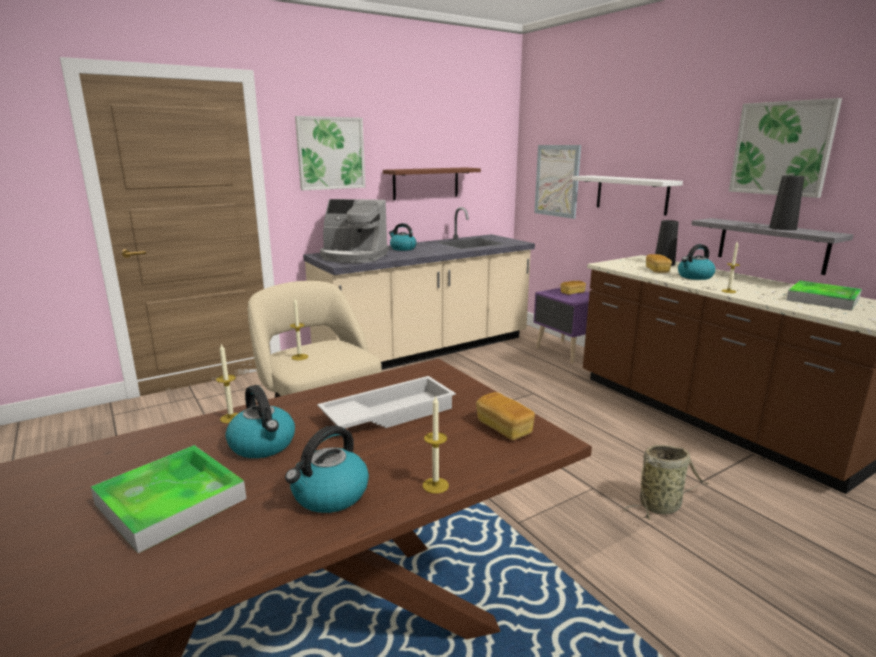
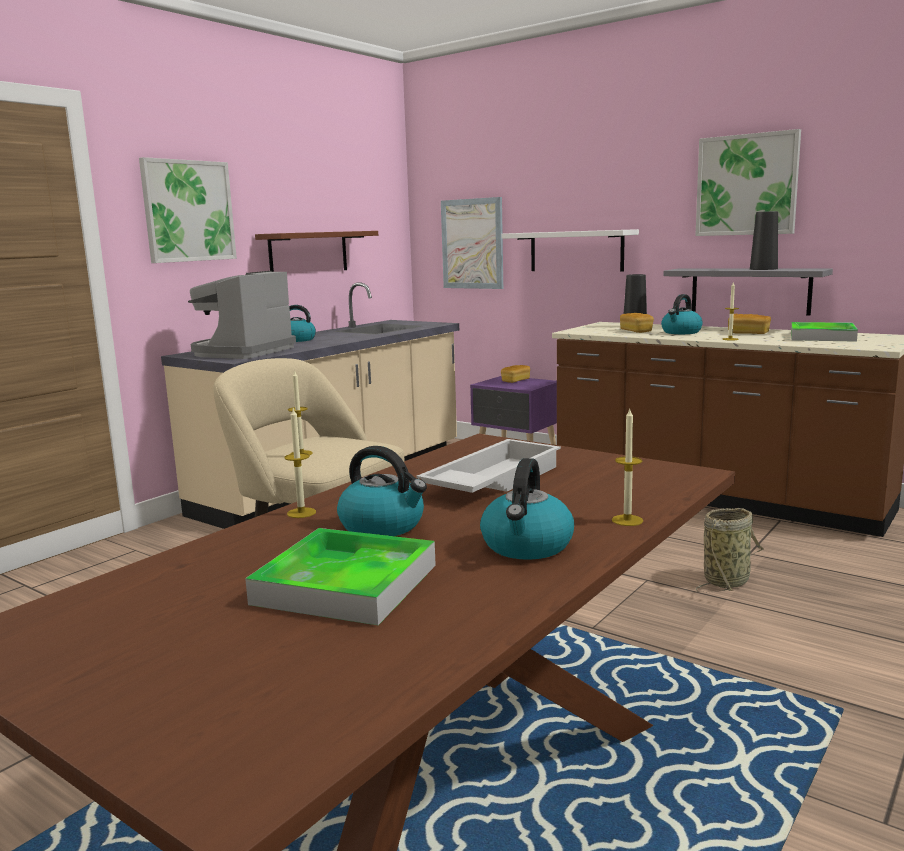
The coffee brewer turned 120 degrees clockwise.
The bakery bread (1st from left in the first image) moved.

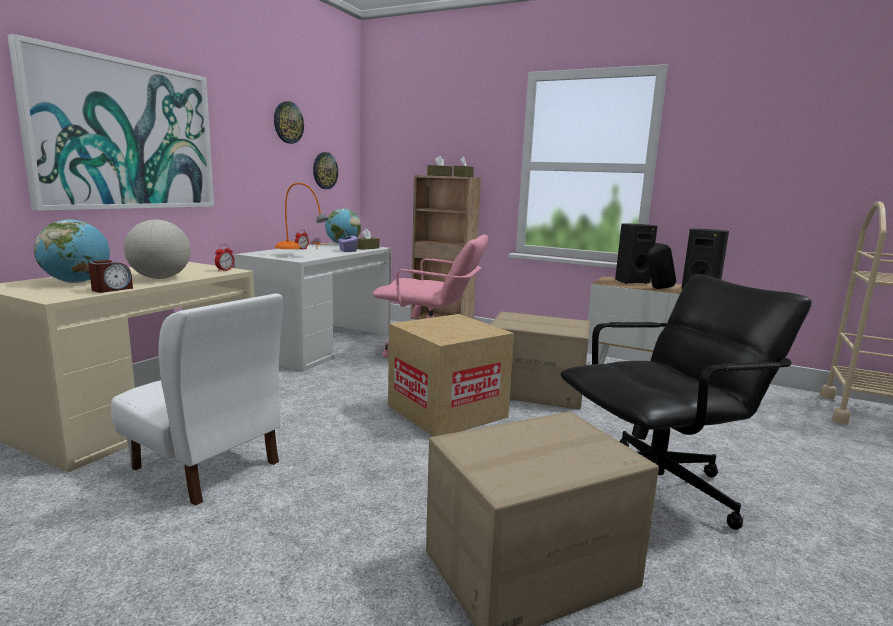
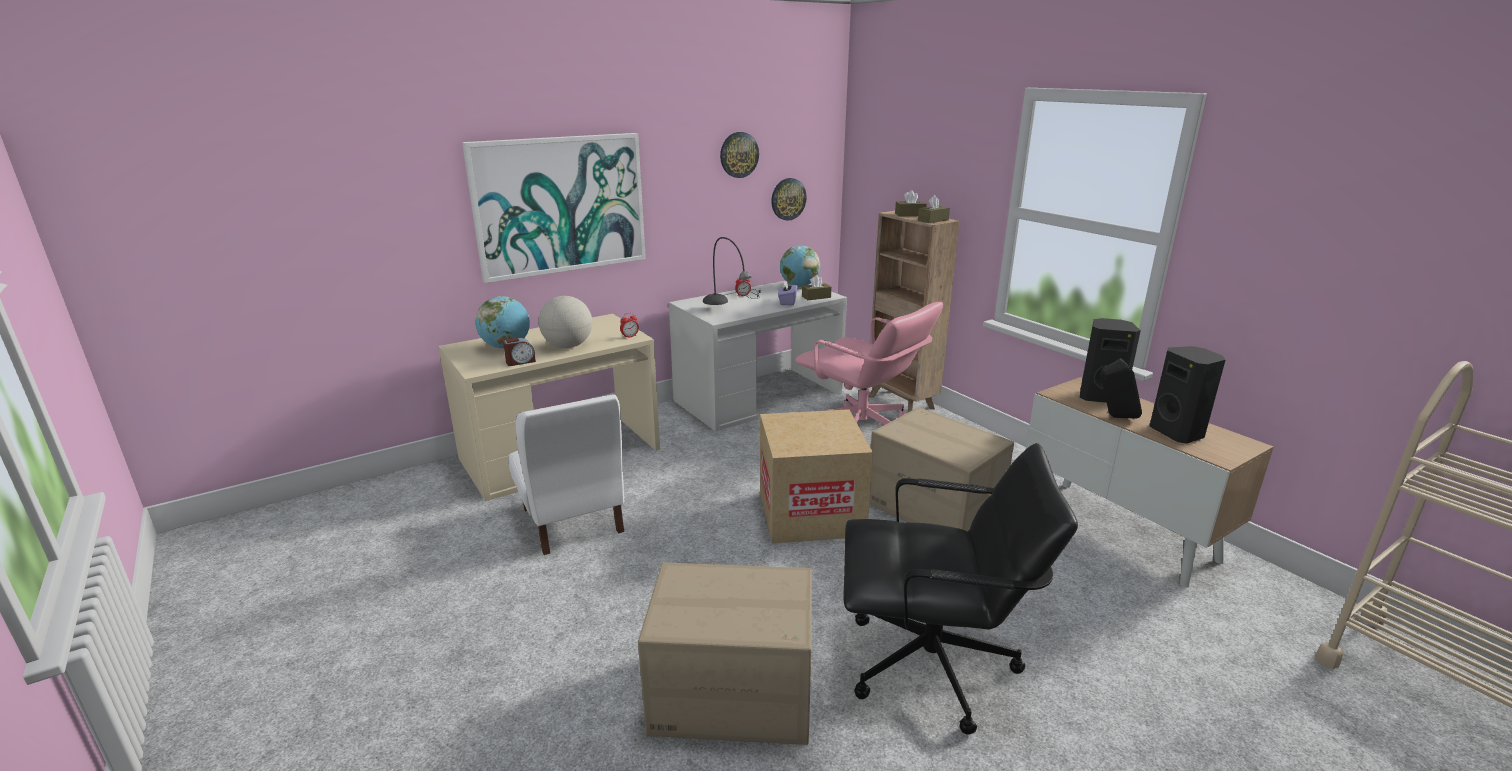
The orange lamp for a table became the grey lamp for a table.

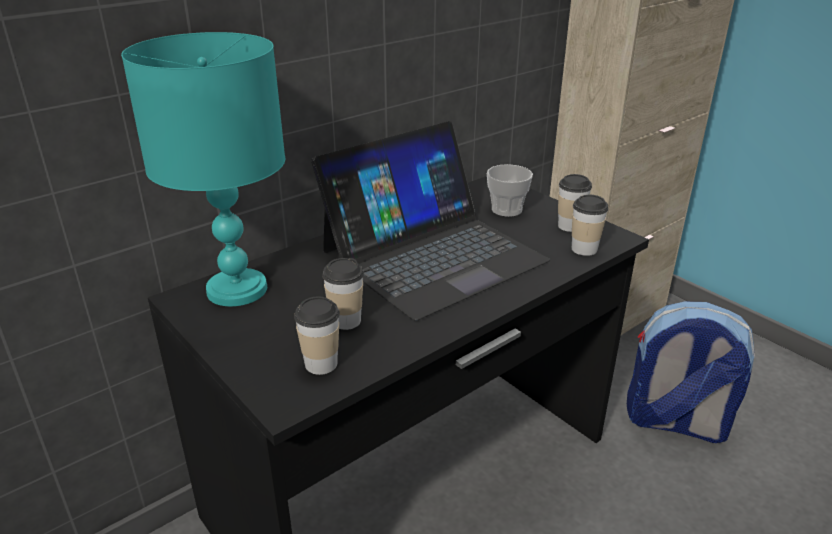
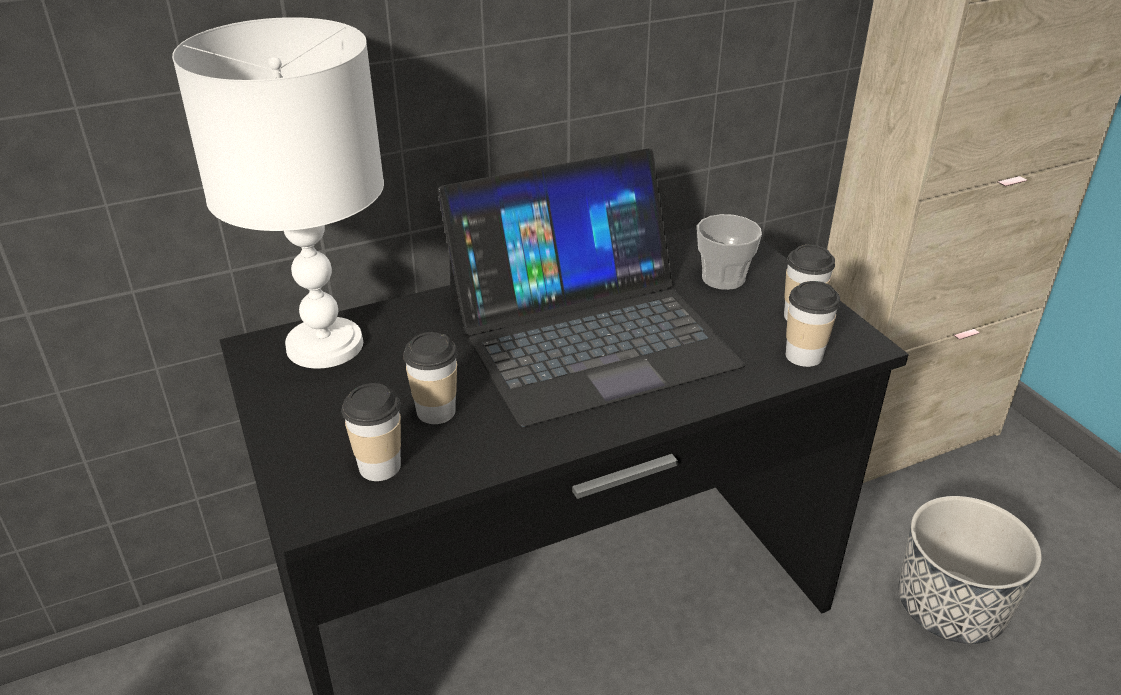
The turquoise-coloured lamp for a table became the whitish lamp for a table.
The backpack was replaced by the plant pot.

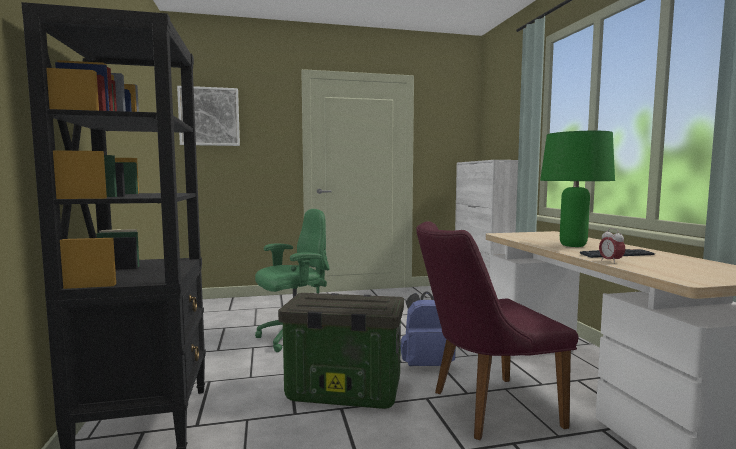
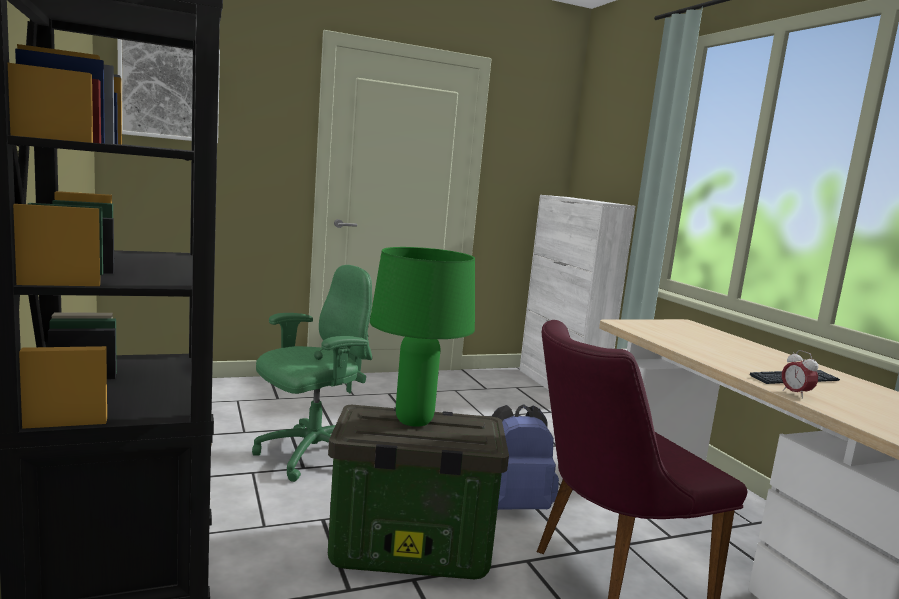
The greenish lamp for a table moved.

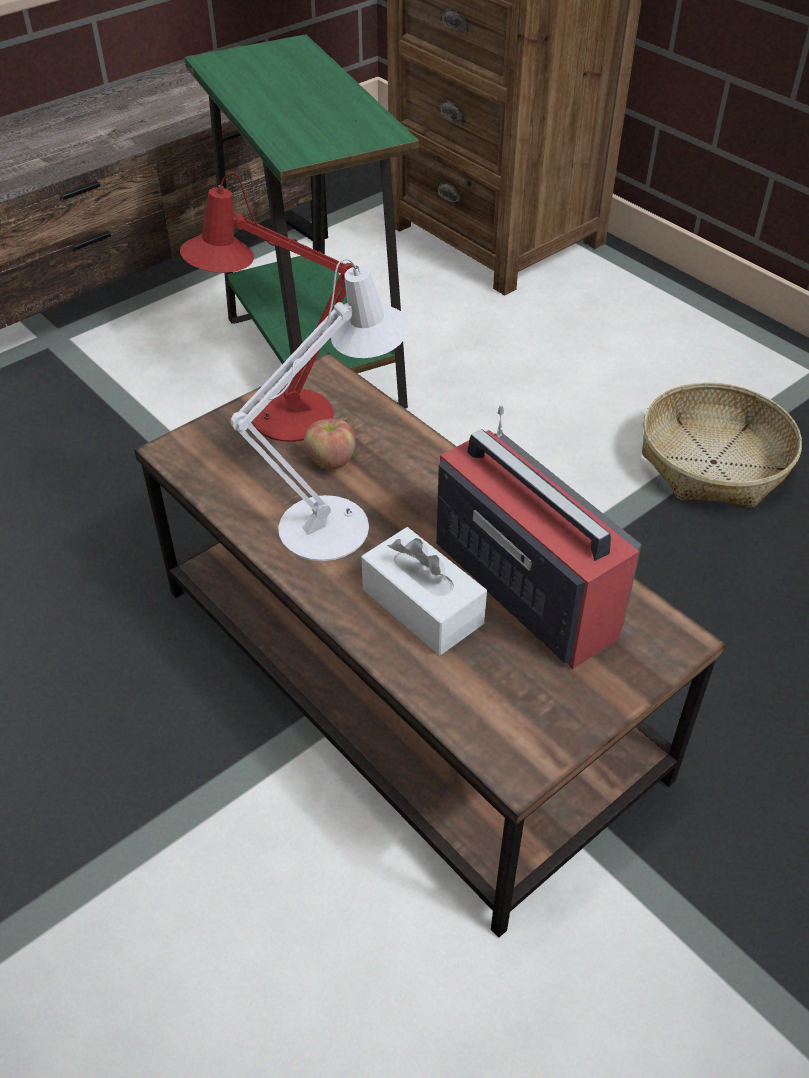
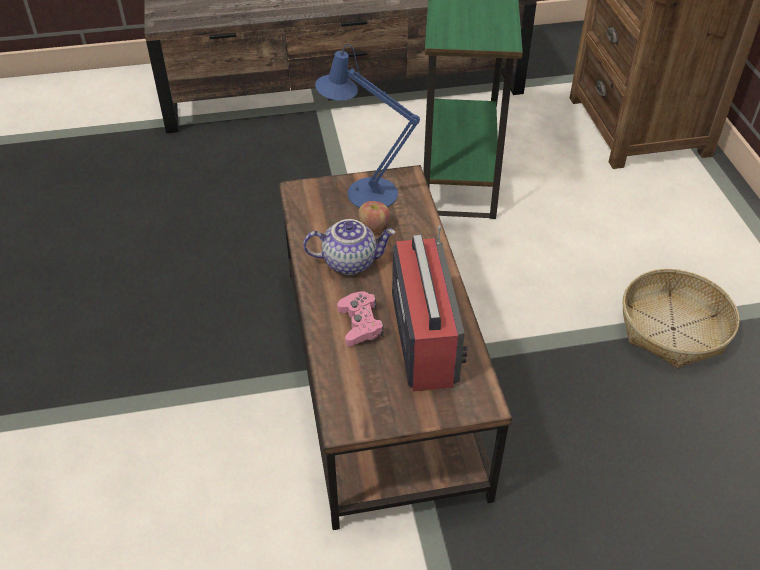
The whitish lamp for a table was replaced by the pot for tea.
The reddish lamp for a table became the blue-coloured lamp for a table.
The whitish box of tissues was replaced by the pink-coloured joypad.

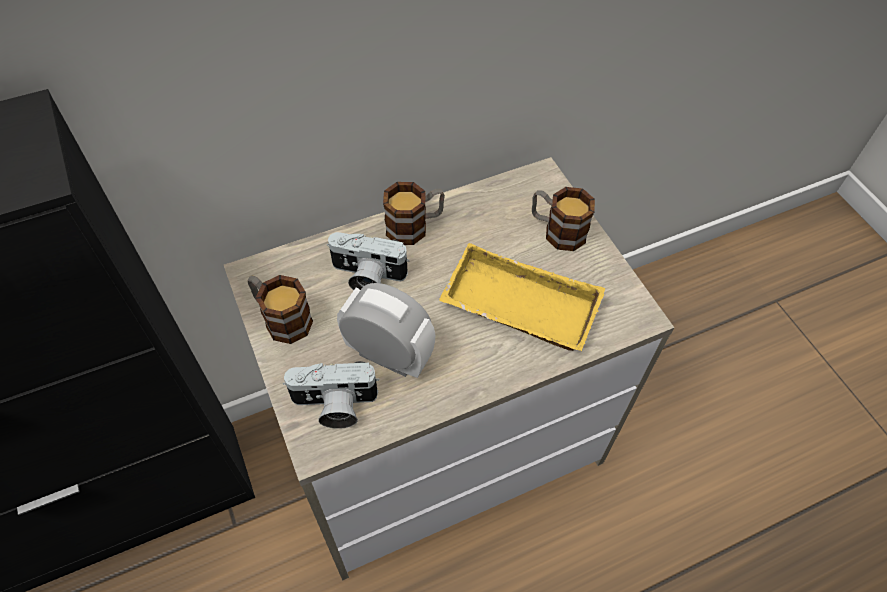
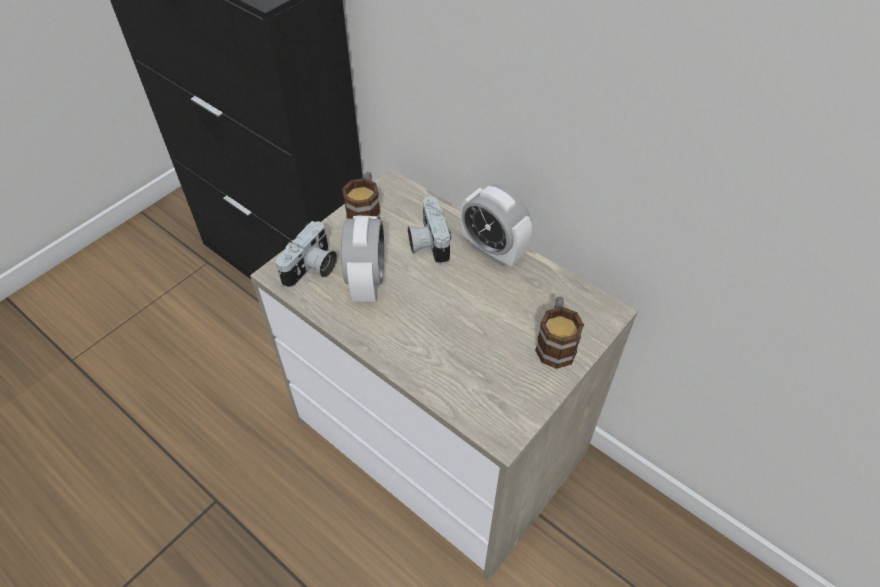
The photo camera (1st from left) turned 120 degrees counterclockwise.
The tea mug (2nd from left) was replaced by the alarm clock (2nd from left).
The yellow-coloured serving tray disappeared.

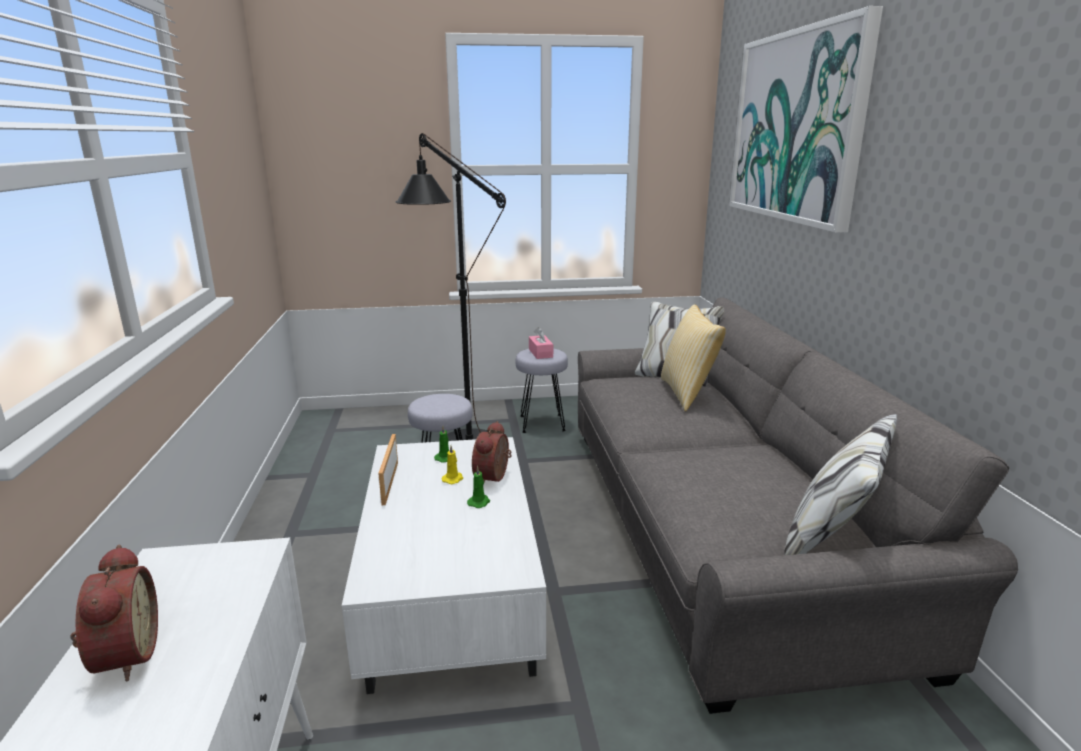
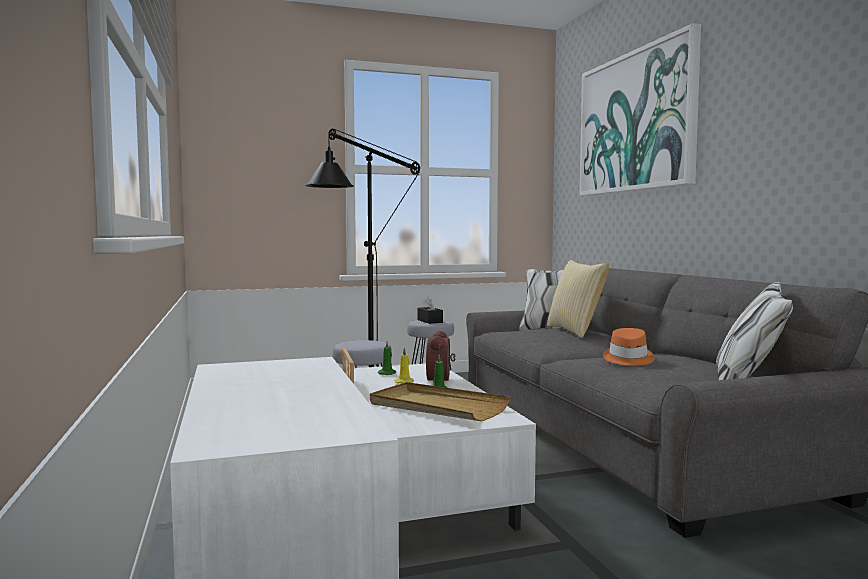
The beige serving tray appeared.
The pink-coloured box of tissues became the blackish box of tissues.
The orange hat appeared.
The alarm clock (1st from left) disappeared.

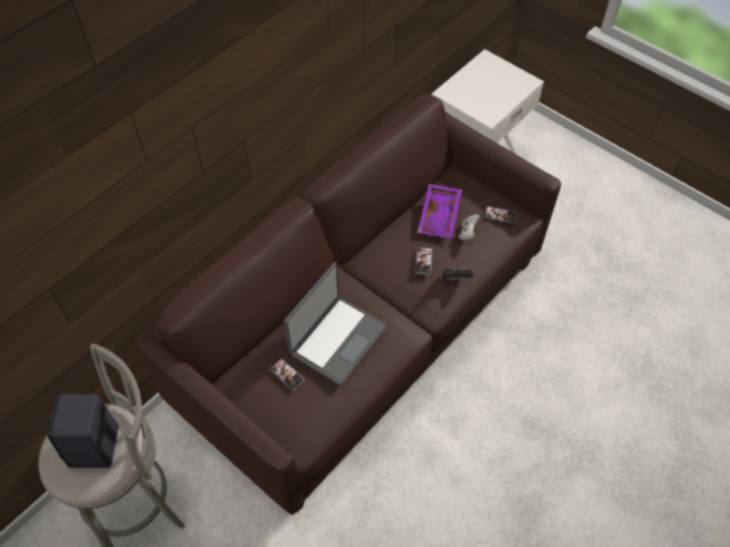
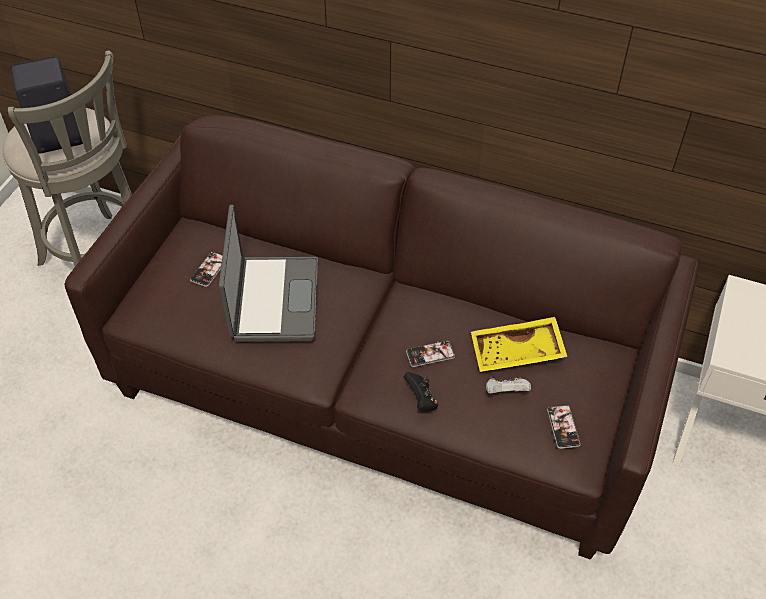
The notebook computer turned 105 degrees counterclockwise.
The purple serving tray became the yellow-coloured serving tray.

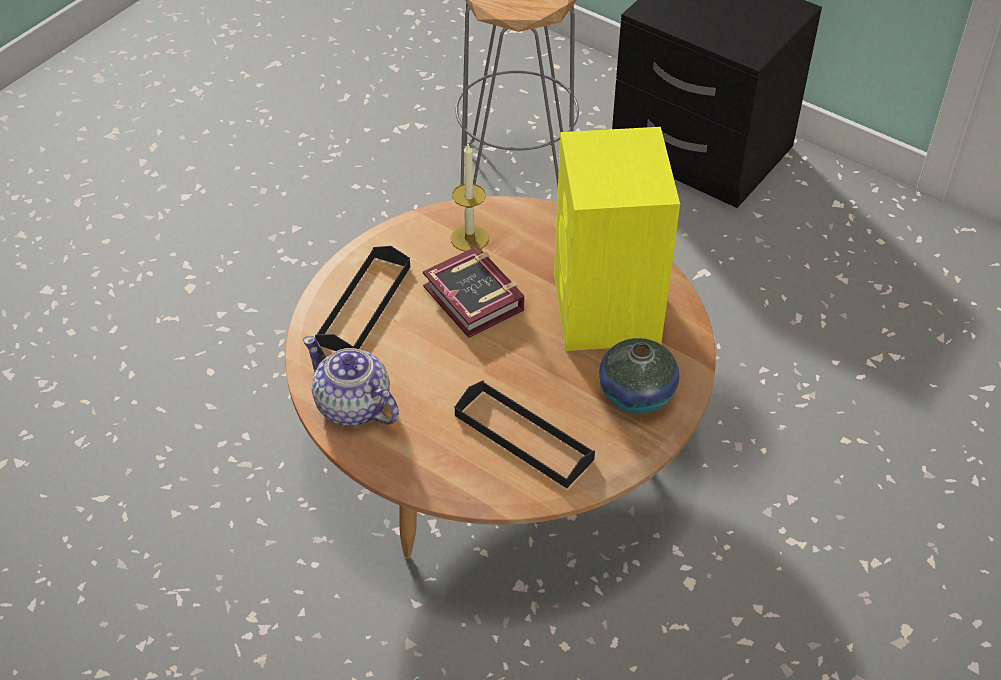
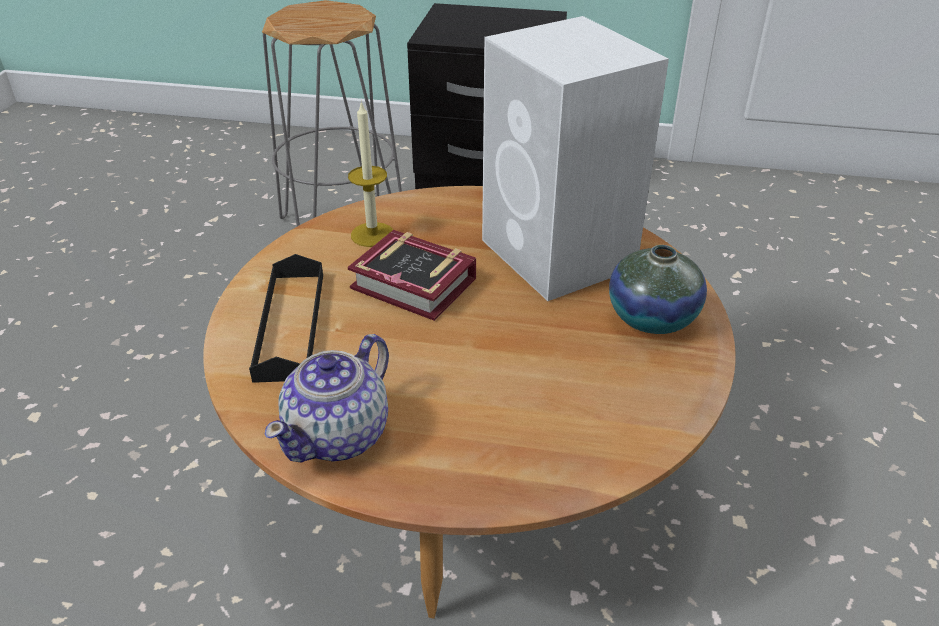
The pot for tea turned 75 degrees counterclockwise.
The yellow-coloured loudspeaker became the whitish loudspeaker.
The blackish serving tray (2nd from left) disappeared.

